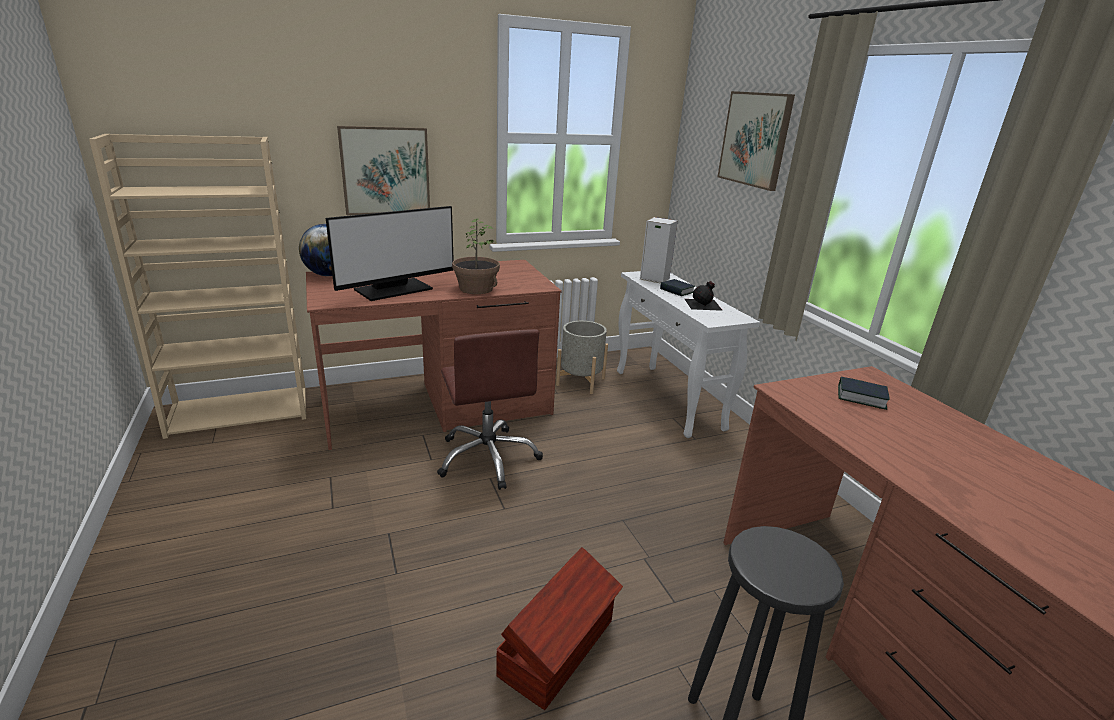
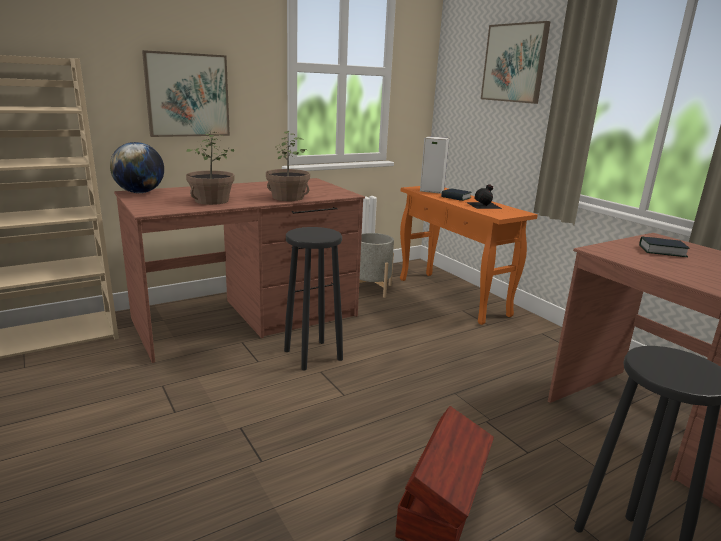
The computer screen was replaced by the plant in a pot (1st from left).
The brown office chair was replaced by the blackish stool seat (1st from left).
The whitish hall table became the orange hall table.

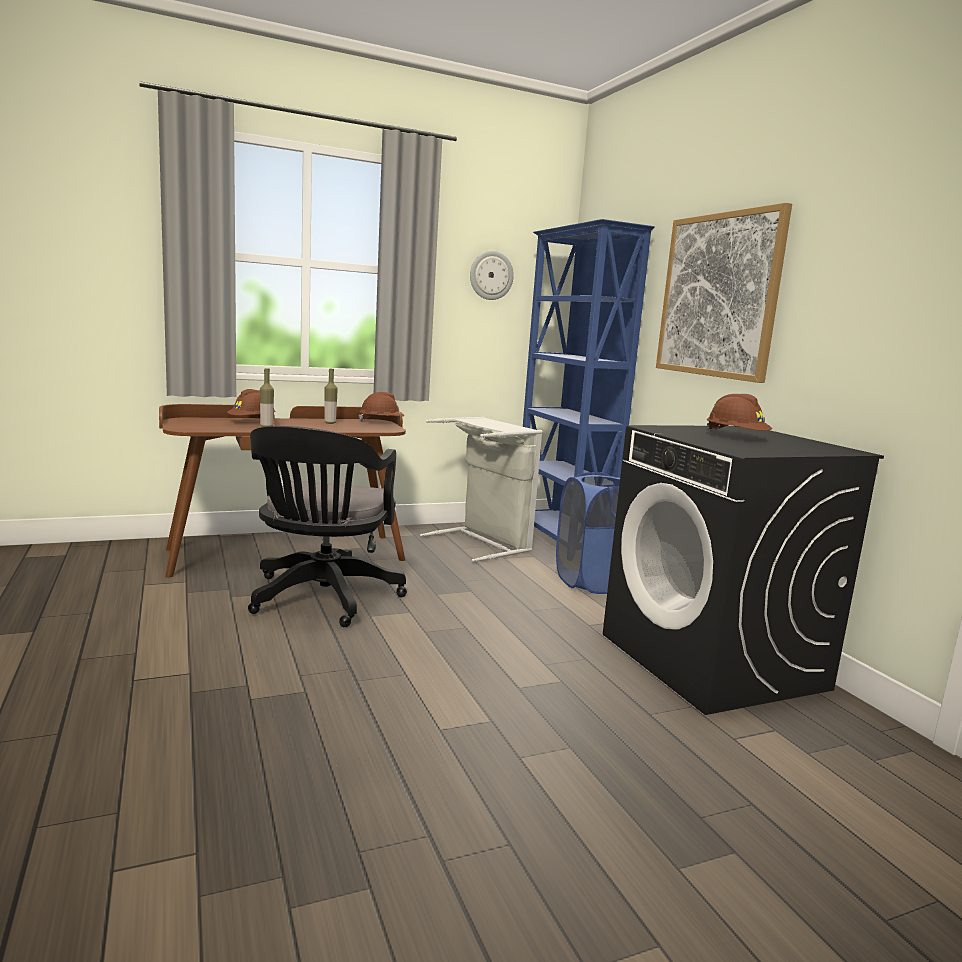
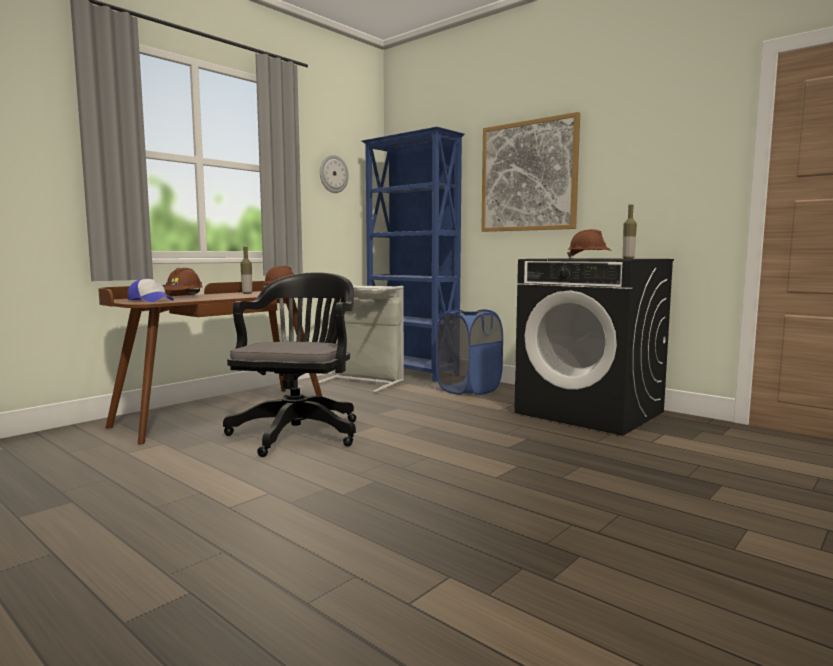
The cap appeared.
The blackish office chair turned 150 degrees counterclockwise.
The drink bottle (1st from left in the first image) moved.

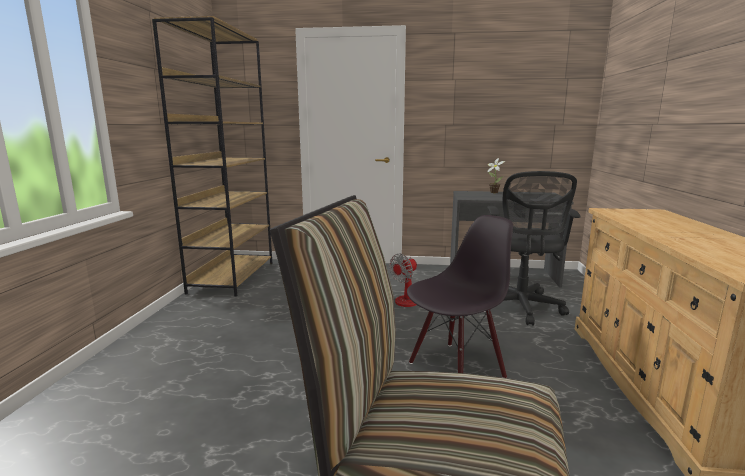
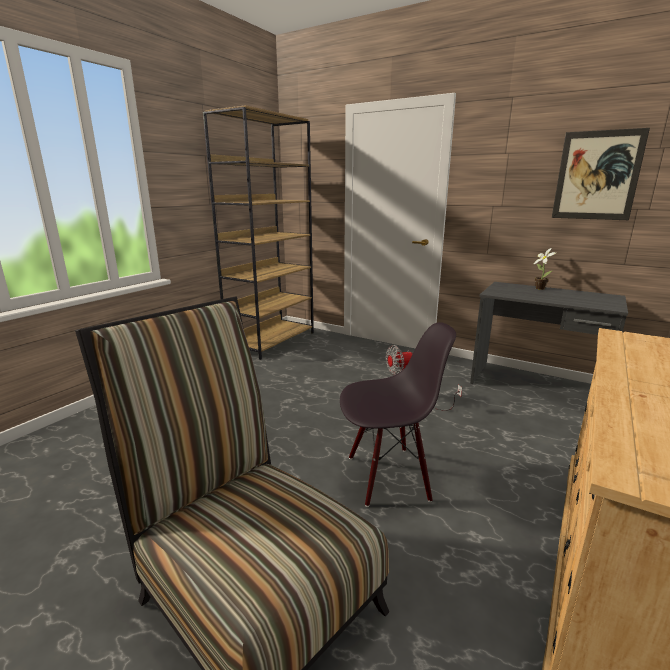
The wall picture appeared.
The blackish office chair disappeared.

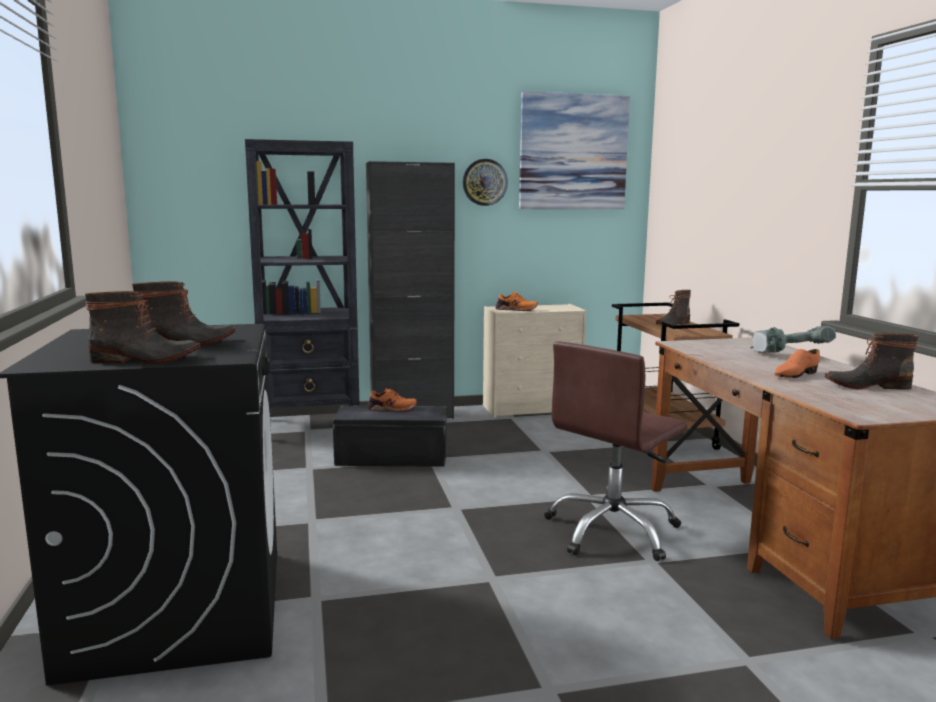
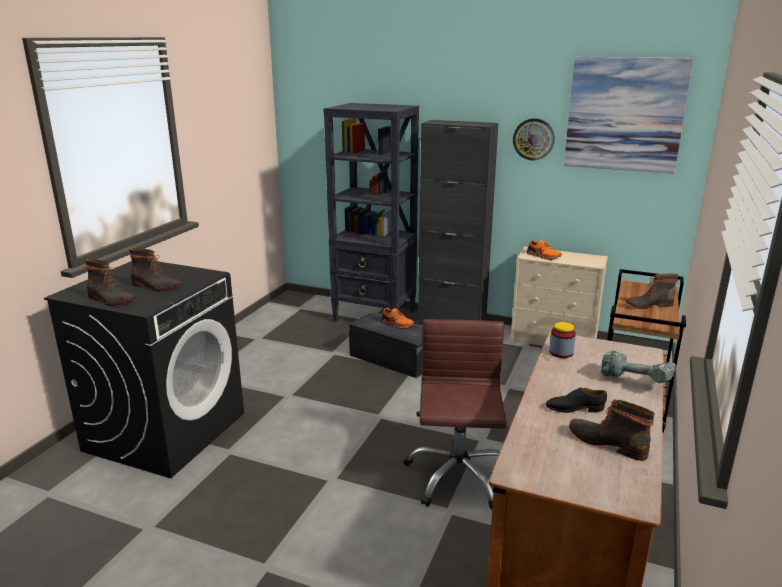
The brown office chair turned 105 degrees clockwise.
The orange shoe (3rd from left) became the blackish shoe.
The preserve jar appeared.

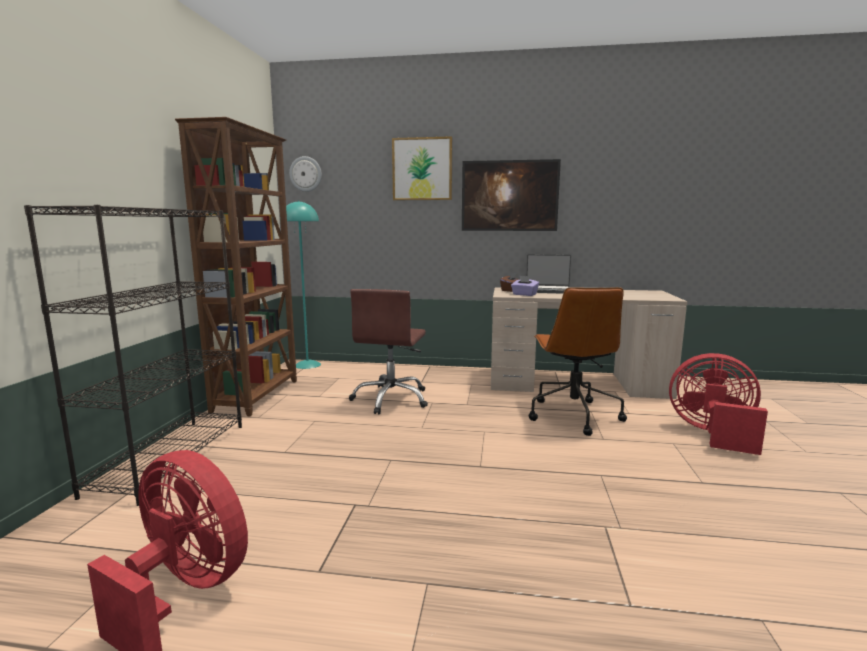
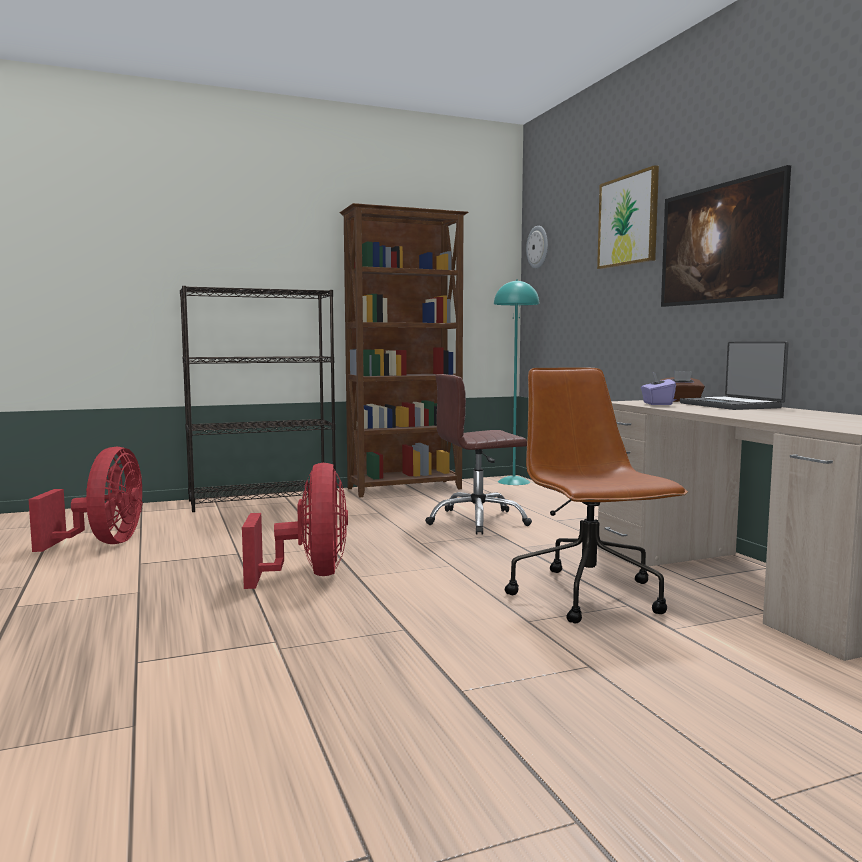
The reddish cooling fan (2nd from left) moved.
The brown office chair (2nd from left) turned 105 degrees clockwise.

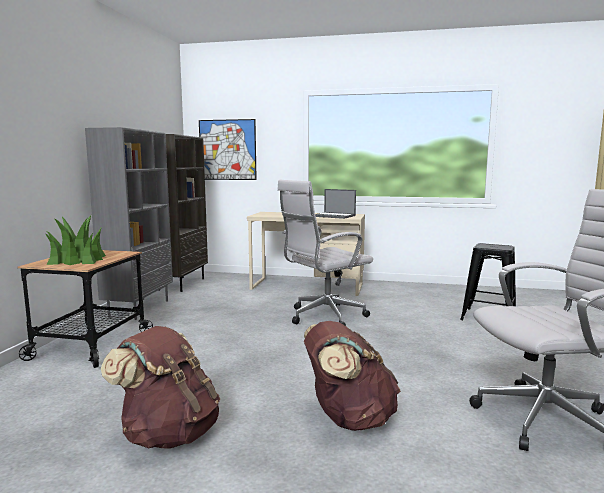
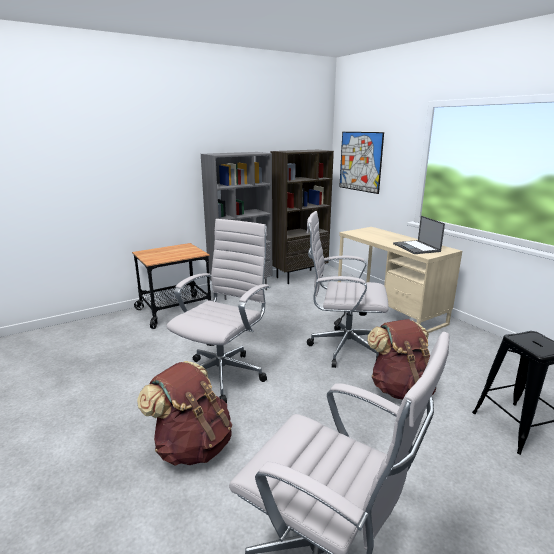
The whitish office chair (1st from left) appeared.
The brown backpack (1st from left in the first image) moved.
The plant in a pot disappeared.

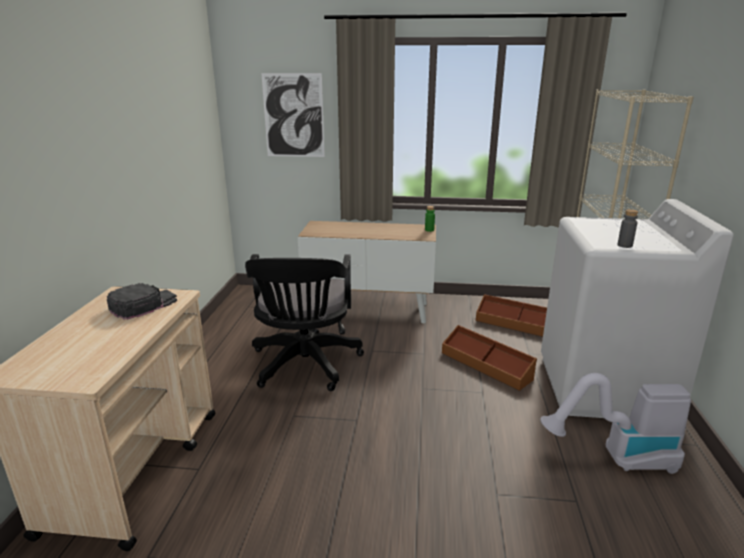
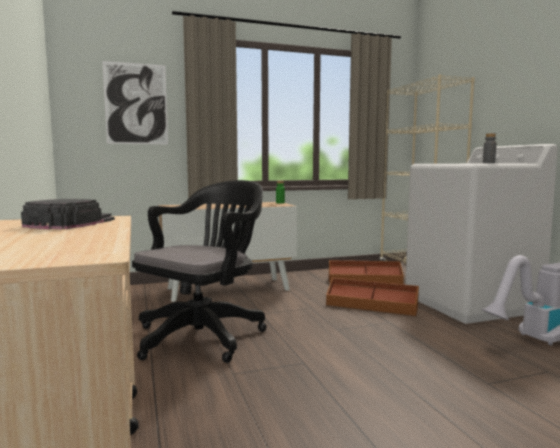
The blackish office chair turned 120 degrees counterclockwise.

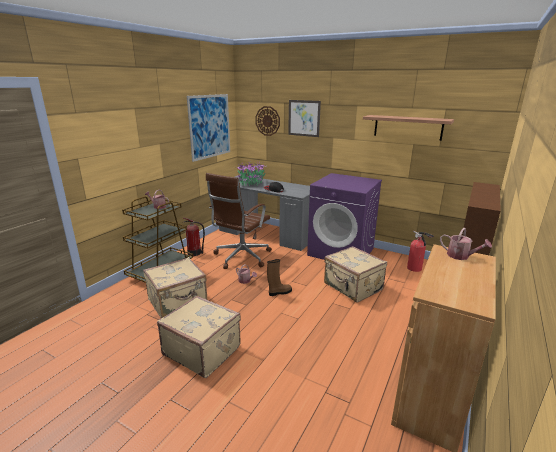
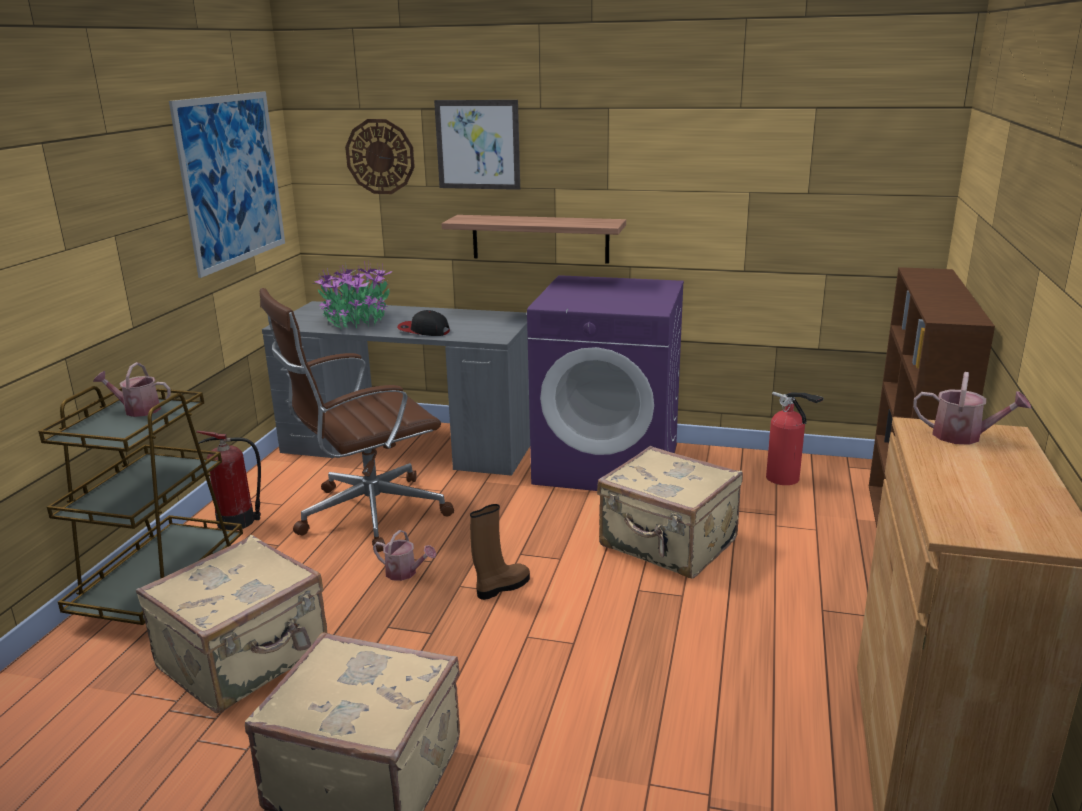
The brown office chair turned 45 degrees clockwise.
The wall shelf moved.

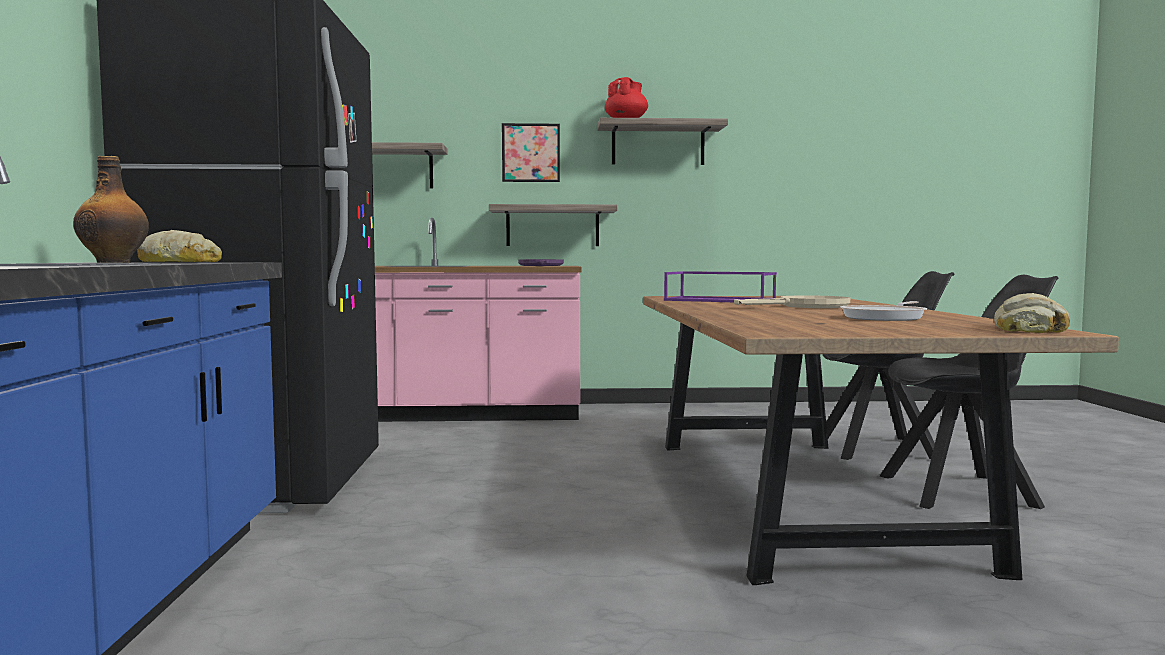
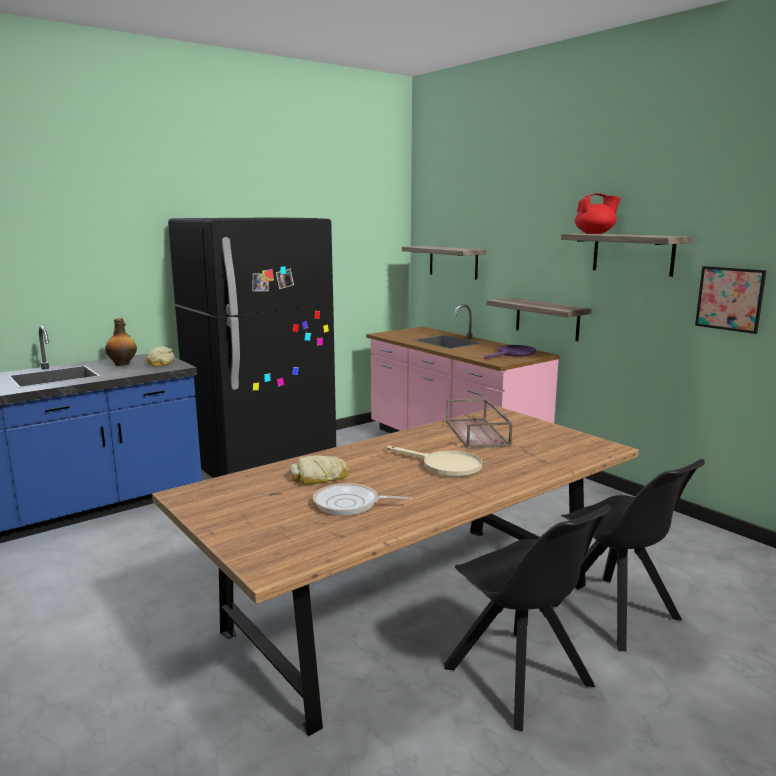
The bakery bread (2nd from left) moved.
The purple serving tray became the brown serving tray.
The wall picture moved.

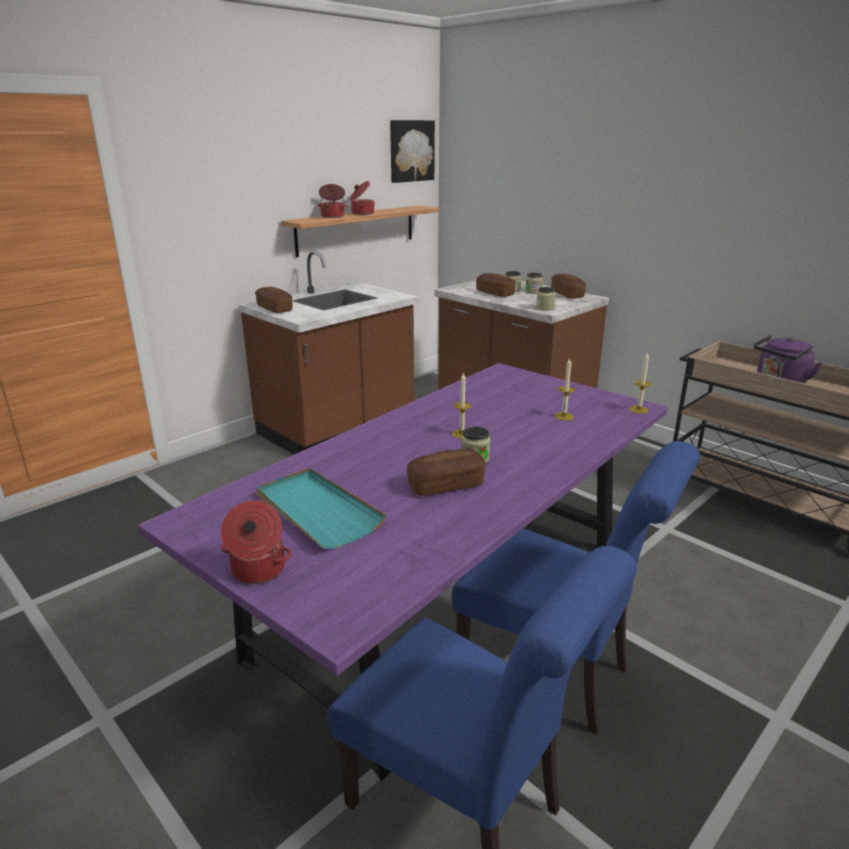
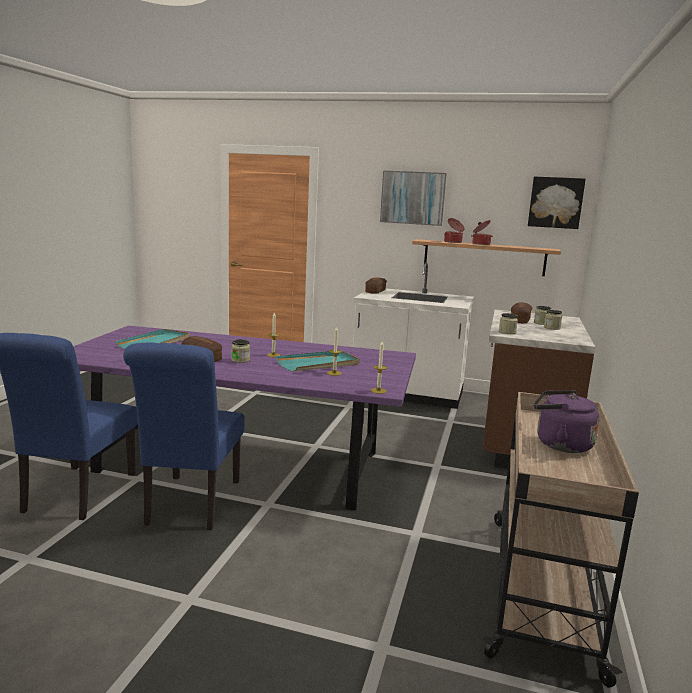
The turquoise-coloured serving tray (2nd from left) appeared.
The brown kitchen counter (1st from left) became the whitish kitchen counter.
The wall picture (1st from left) appeared.
The saucepot (1st from left) disappeared.
The bakery bread (4th from left) disappeared.

